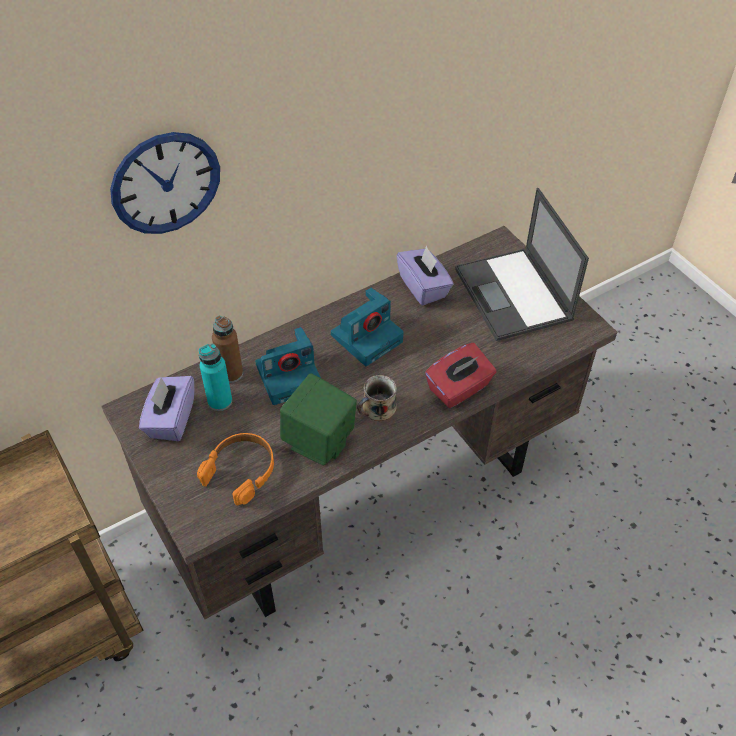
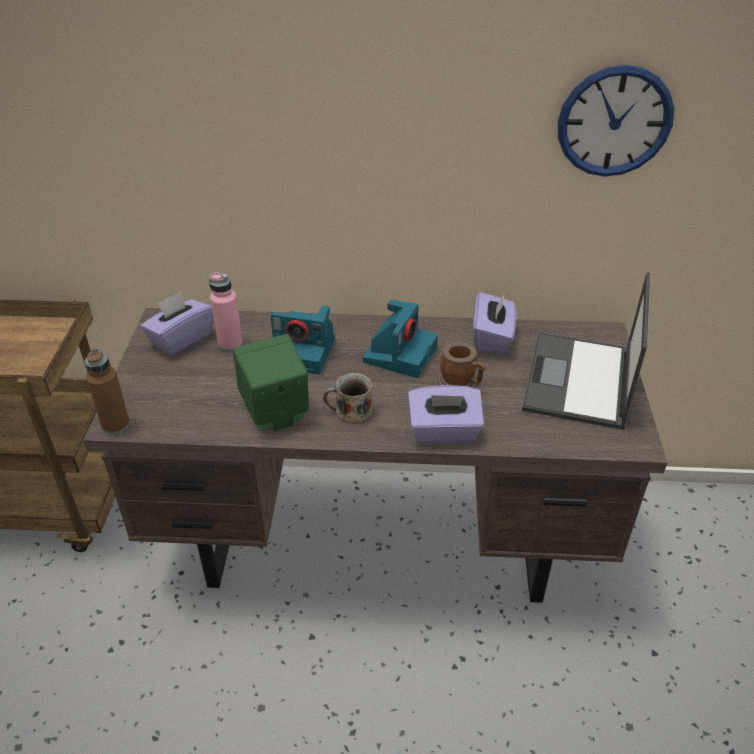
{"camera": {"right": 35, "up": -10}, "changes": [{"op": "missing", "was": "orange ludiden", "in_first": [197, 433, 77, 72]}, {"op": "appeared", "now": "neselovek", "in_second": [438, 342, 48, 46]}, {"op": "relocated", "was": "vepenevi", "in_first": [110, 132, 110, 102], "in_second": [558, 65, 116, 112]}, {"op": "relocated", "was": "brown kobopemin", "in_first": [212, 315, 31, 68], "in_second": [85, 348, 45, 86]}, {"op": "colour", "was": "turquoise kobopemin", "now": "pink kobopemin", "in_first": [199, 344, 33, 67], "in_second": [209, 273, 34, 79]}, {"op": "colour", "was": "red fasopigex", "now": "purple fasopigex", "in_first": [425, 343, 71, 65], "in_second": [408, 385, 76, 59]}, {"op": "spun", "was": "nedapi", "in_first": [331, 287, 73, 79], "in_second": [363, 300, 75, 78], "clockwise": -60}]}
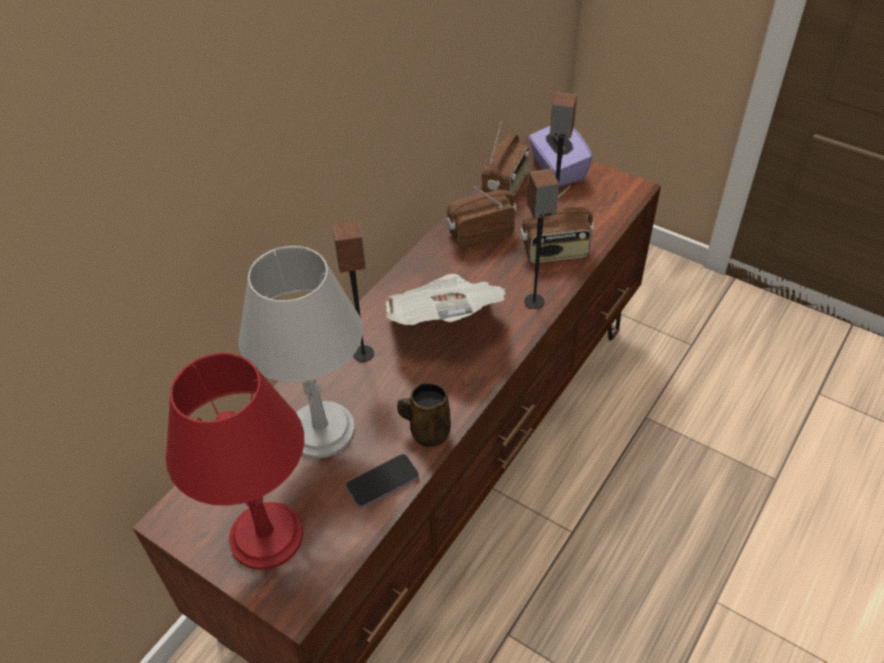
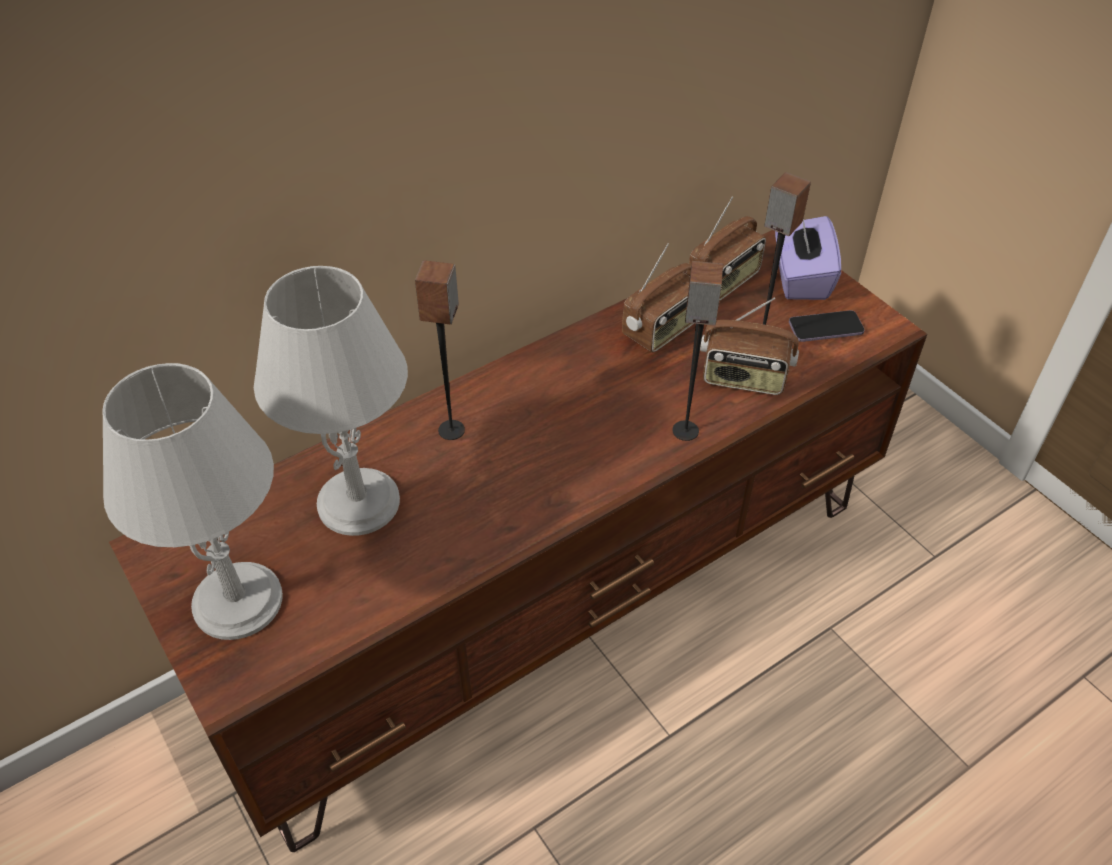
{"camera": {"right": 20, "up": 0}, "changes": [{"op": "missing", "was": "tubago", "in_first": [386, 274, 120, 51]}, {"op": "missing", "was": "brown neselovek", "in_first": [397, 383, 54, 64]}, {"op": "relocated", "was": "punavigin", "in_first": [346, 454, 73, 54], "in_second": [789, 310, 76, 32]}, {"op": "colour", "was": "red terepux", "now": "grey terepux", "in_first": [166, 353, 138, 217], "in_second": [102, 363, 181, 277]}, {"op": "spun", "was": "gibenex", "in_first": [446, 186, 71, 63], "in_second": [622, 243, 72, 110], "clockwise": 135}]}
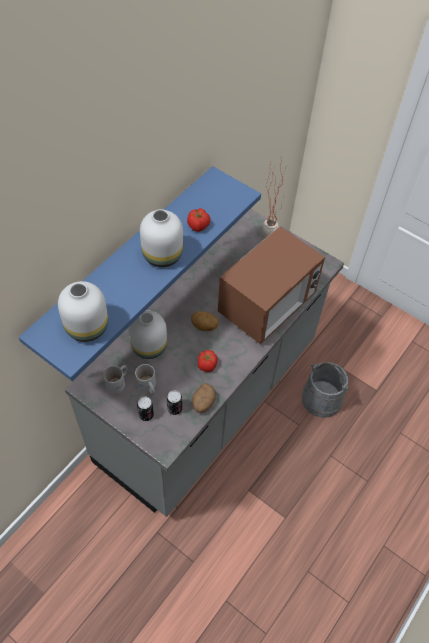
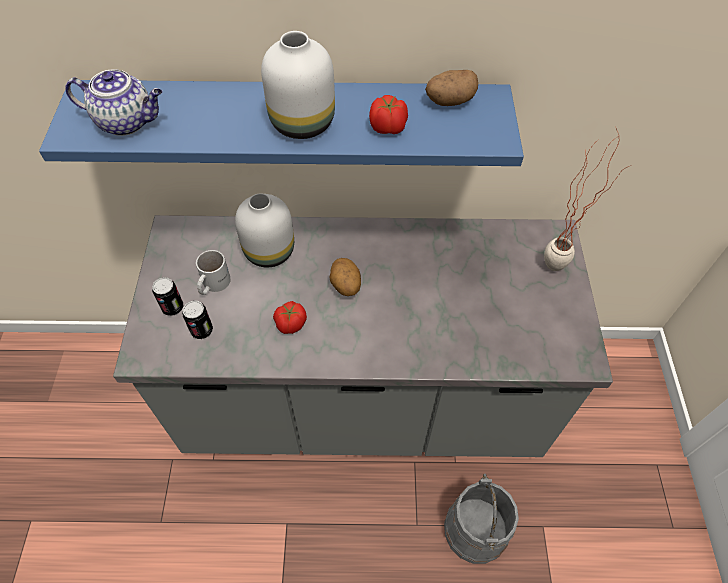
{"camera": {"right": 55, "up": 0}, "changes": [{"op": "missing", "was": "white neselovek", "in_first": [103, 365, 24, 29]}, {"op": "missing", "was": "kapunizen", "in_first": [218, 226, 107, 118]}, {"op": "relocated", "was": "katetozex", "in_first": [192, 383, 24, 30], "in_second": [425, 70, 53, 36]}, {"op": "exchanged", "was": "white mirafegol", "now": "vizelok", "in_first": [58, 281, 50, 61], "in_second": [65, 69, 98, 67]}]}
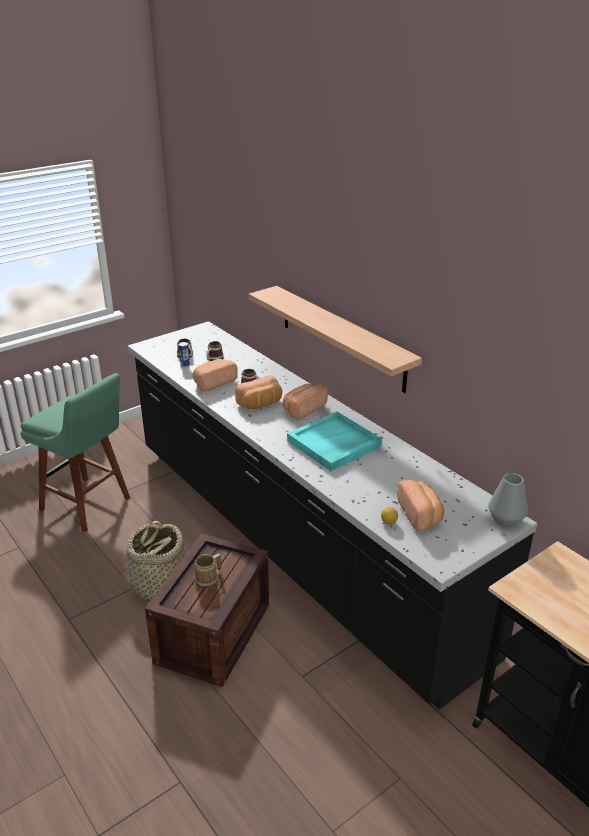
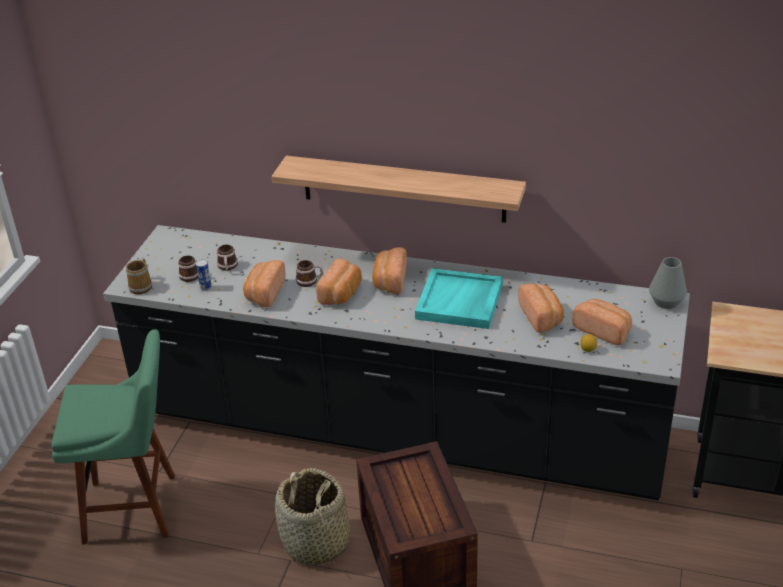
{"camera": {"right": -35, "up": 5}, "changes": [{"op": "appeared", "now": "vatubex", "in_second": [518, 283, 46, 50]}, {"op": "relocated", "was": "neselovek", "in_first": [195, 553, 27, 35], "in_second": [126, 257, 26, 37]}]}
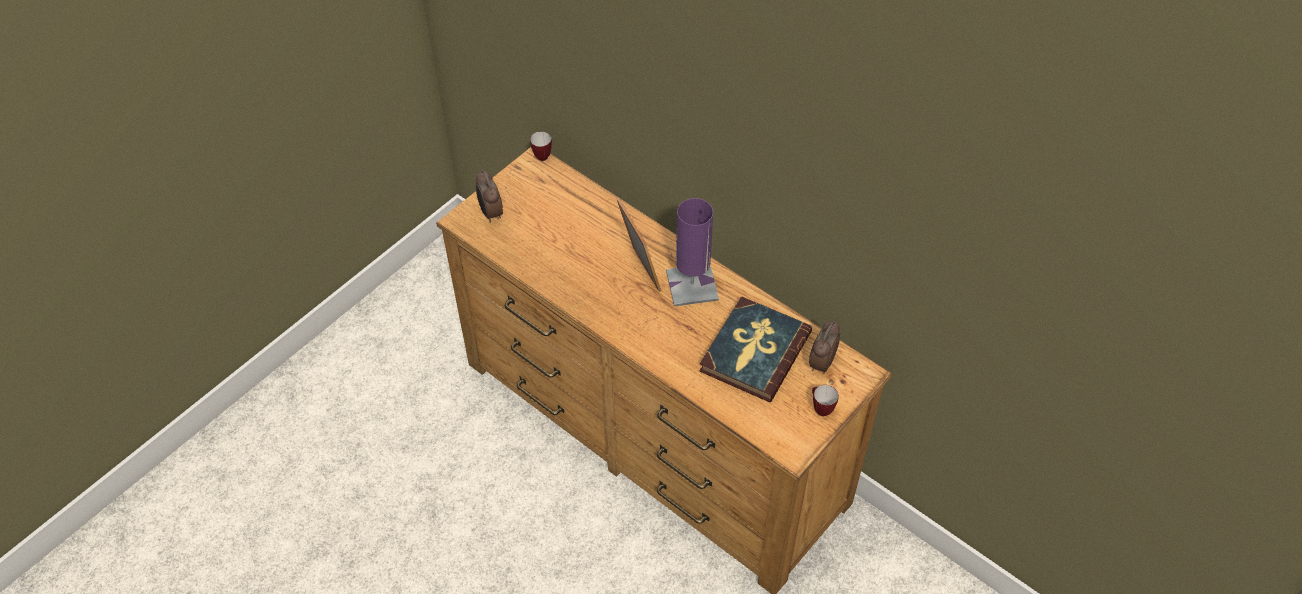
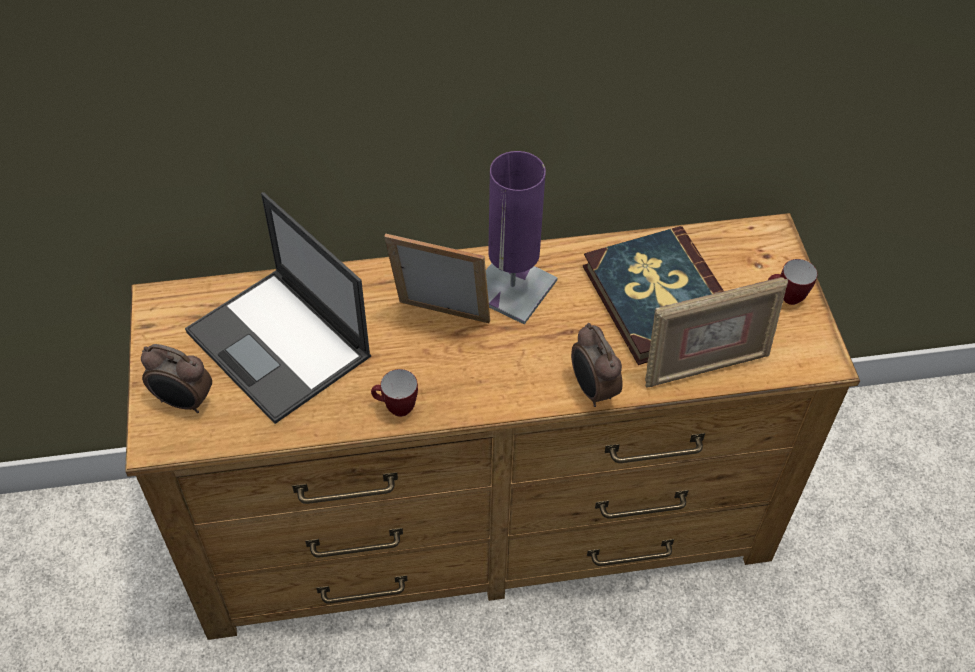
{"camera": {"right": -50, "up": 0}, "changes": [{"op": "appeared", "now": "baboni", "in_second": [185, 192, 187, 232]}, {"op": "appeared", "now": "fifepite", "in_second": [645, 277, 143, 111]}, {"op": "relocated", "was": "neselovek", "in_first": [530, 131, 22, 30], "in_second": [371, 369, 47, 48]}, {"op": "relocated", "was": "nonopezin", "in_first": [809, 320, 31, 54], "in_second": [571, 323, 52, 84]}]}
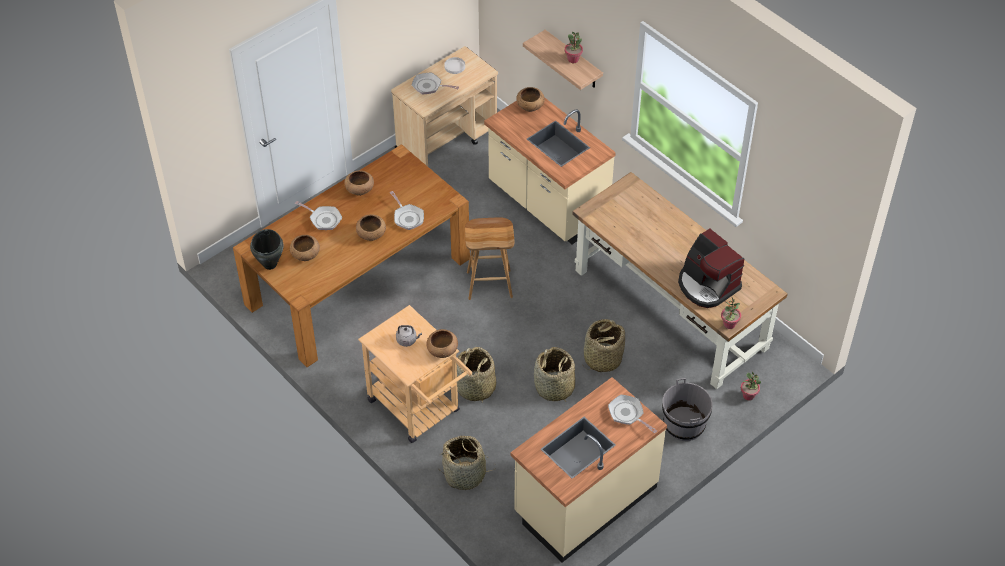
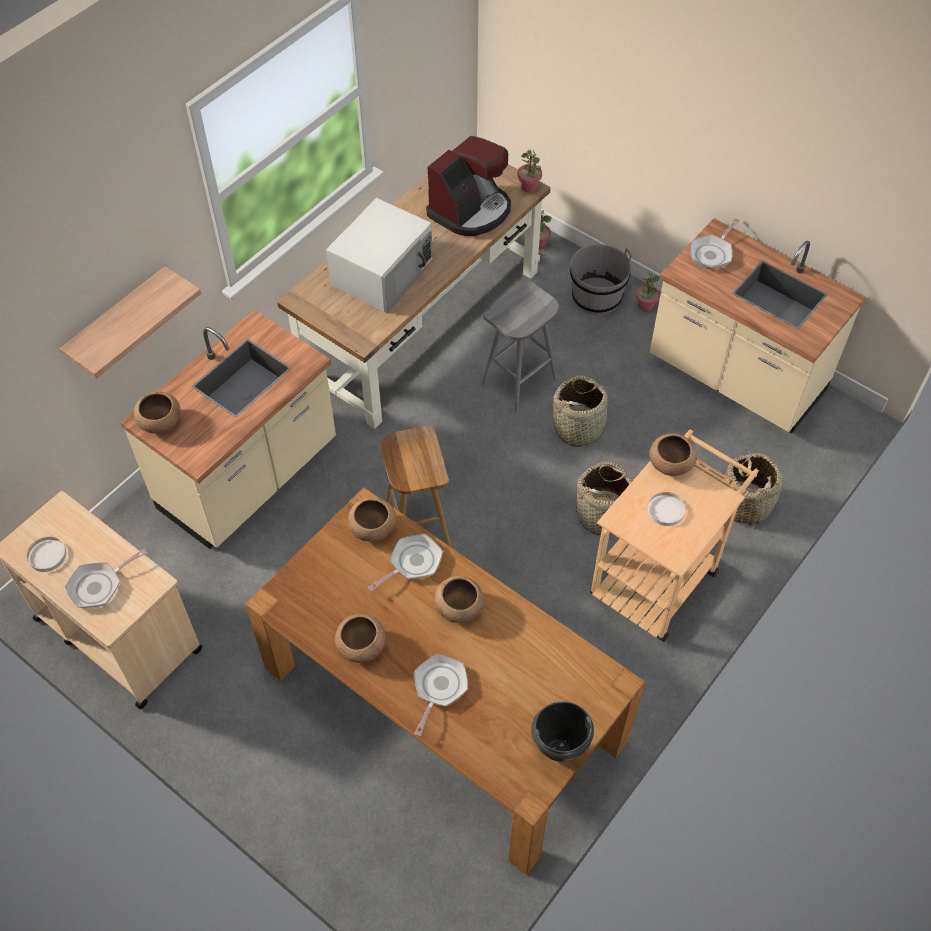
{"camera": {"right": -100, "up": 5}, "changes": [{"op": "appeared", "now": "white kapunizen", "in_second": [326, 198, 107, 115]}, {"op": "relocated", "was": "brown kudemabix", "in_first": [290, 235, 30, 26], "in_second": [348, 497, 48, 45]}, {"op": "relocated", "was": "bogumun", "in_first": [565, 32, 18, 31], "in_second": [636, 273, 24, 39]}, {"op": "exchanged", "was": "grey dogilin", "now": "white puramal", "in_first": [396, 325, 26, 22], "in_second": [648, 492, 37, 34]}, {"op": "exchanged", "was": "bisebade", "now": "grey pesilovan", "in_first": [582, 319, 43, 53], "in_second": [481, 281, 78, 132]}, {"op": "spun", "was": "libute", "in_first": [412, 72, 47, 23], "in_second": [65, 548, 82, 60], "clockwise": 45}]}
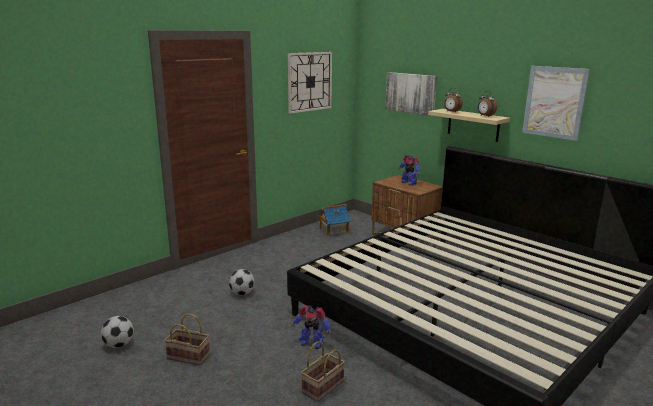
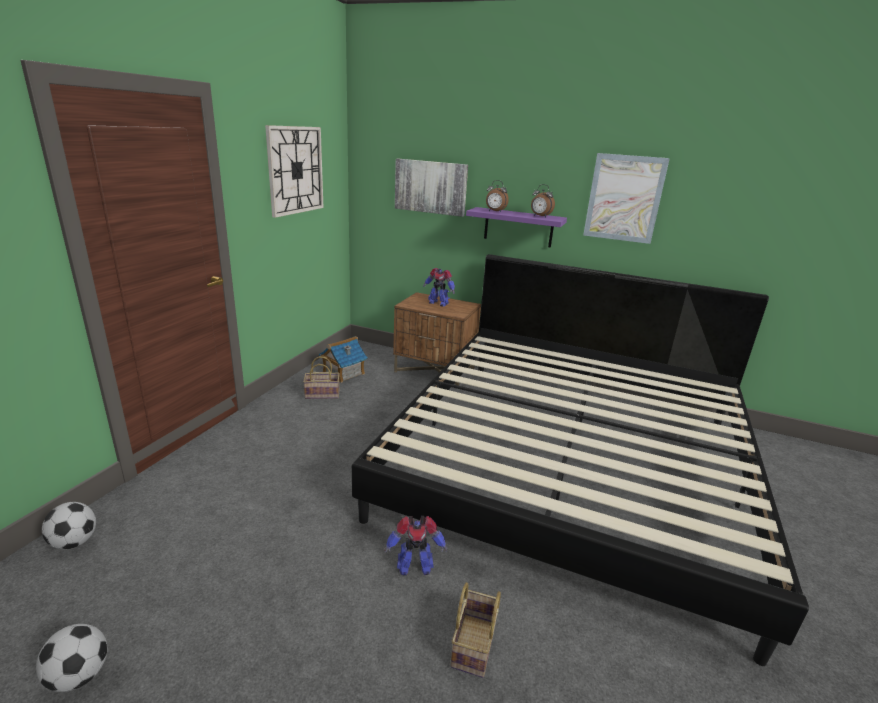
{"camera": {"right": -25, "up": 5}, "changes": [{"op": "relocated", "was": "bisebade", "in_first": [164, 313, 46, 53], "in_second": [303, 356, 37, 43]}, {"op": "relocated", "was": "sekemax", "in_first": [229, 269, 26, 26], "in_second": [42, 502, 54, 47]}, {"op": "colour", "was": "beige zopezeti", "now": "purple zopezeti", "in_first": [428, 109, 82, 33], "in_second": [466, 207, 101, 41]}]}
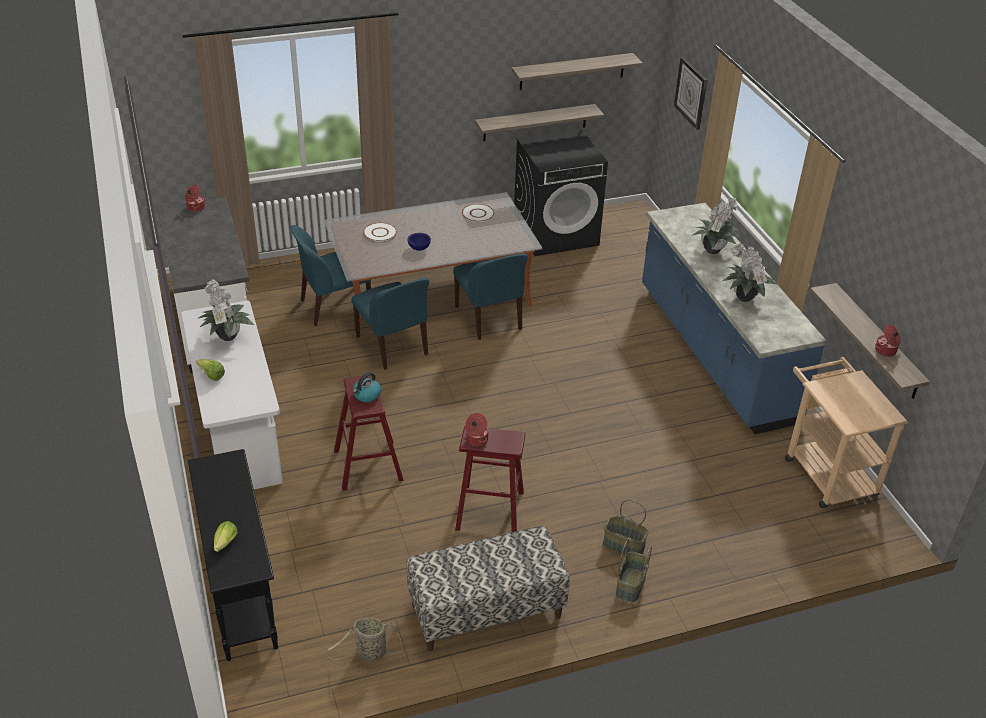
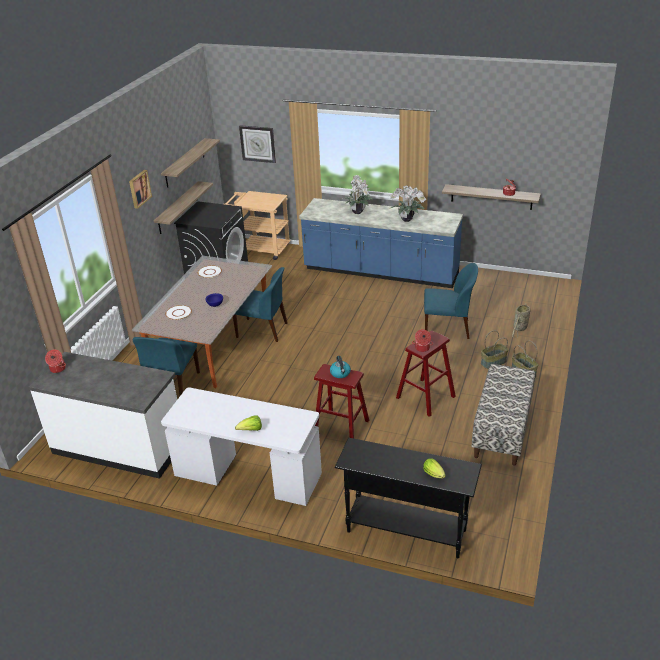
{"camera": {"right": -50, "up": -5}, "changes": [{"op": "missing", "was": "bogumun", "in_first": [197, 279, 57, 62]}, {"op": "appeared", "now": "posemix", "in_second": [129, 170, 23, 39]}, {"op": "relocated", "was": "bisebade", "in_first": [326, 618, 76, 43], "in_second": [512, 303, 18, 35]}, {"op": "relocated", "was": "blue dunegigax", "in_first": [352, 277, 77, 93], "in_second": [424, 263, 54, 76]}, {"op": "relocated", "was": "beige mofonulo", "in_first": [785, 357, 123, 151], "in_second": [225, 191, 65, 69]}]}
